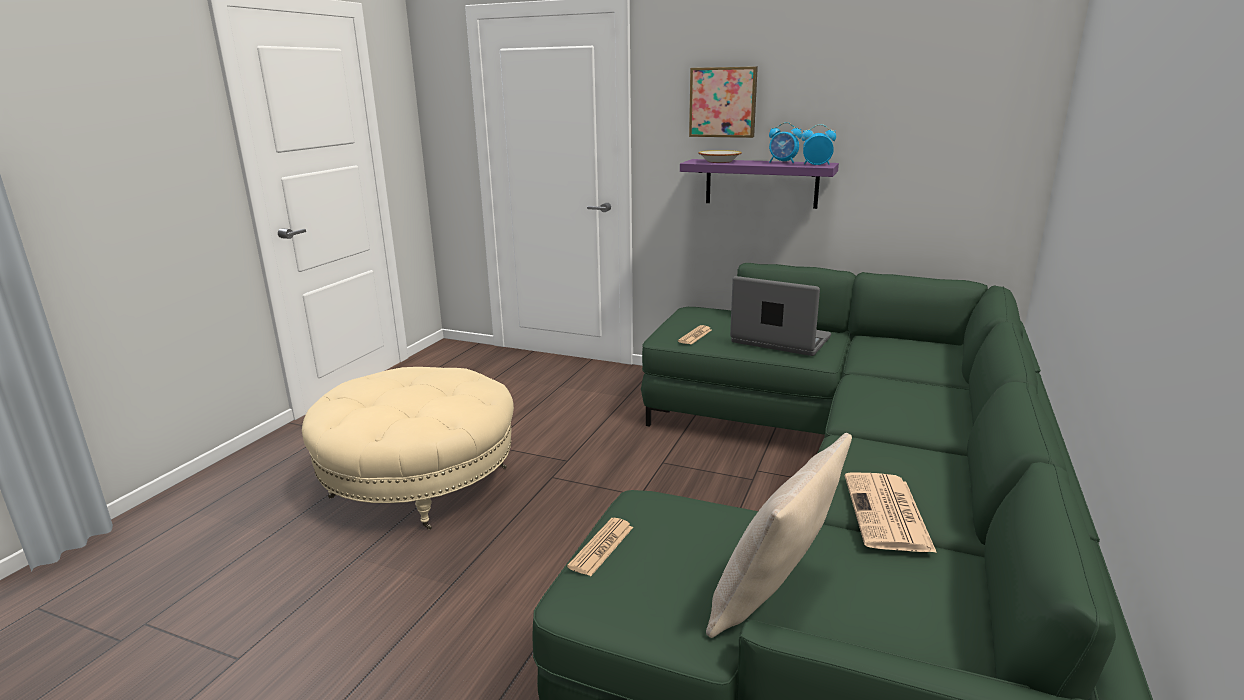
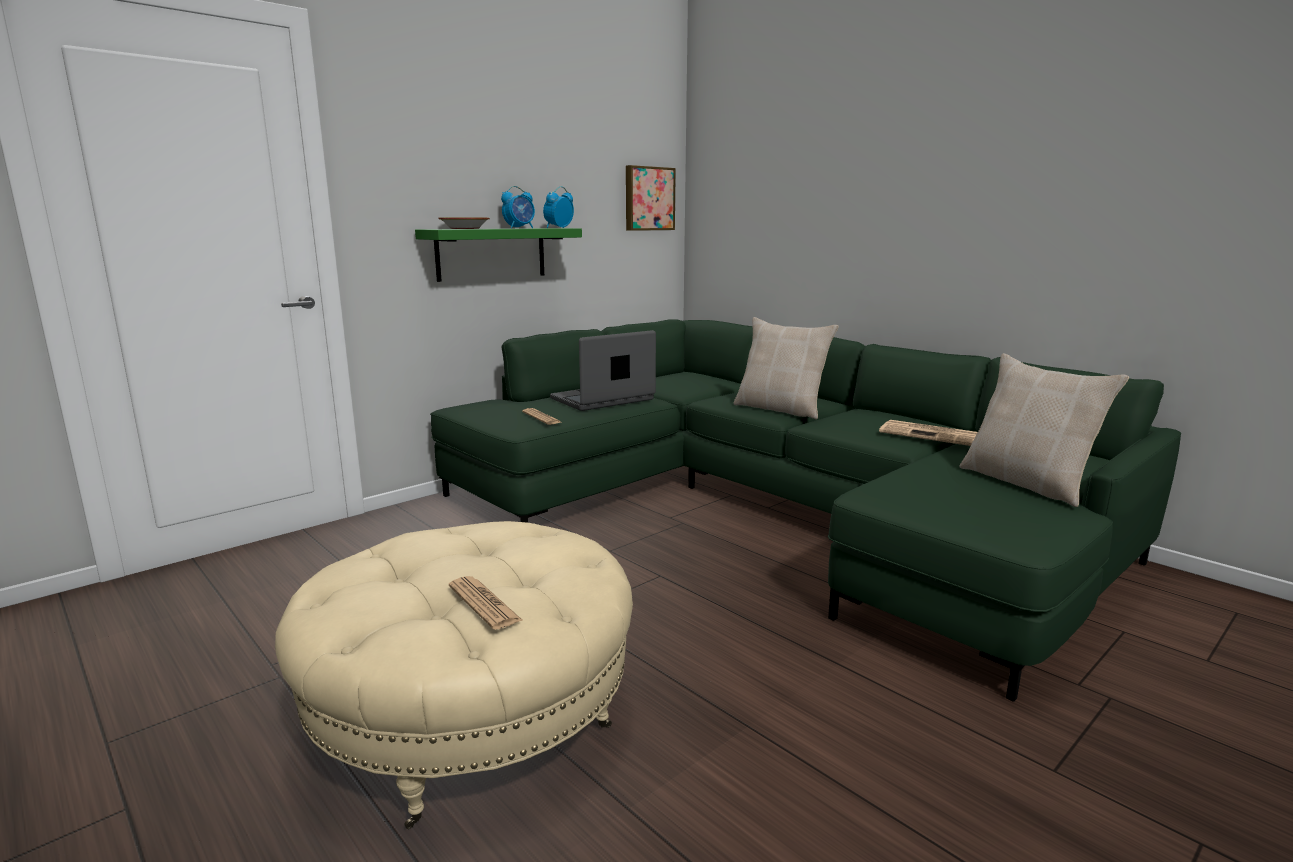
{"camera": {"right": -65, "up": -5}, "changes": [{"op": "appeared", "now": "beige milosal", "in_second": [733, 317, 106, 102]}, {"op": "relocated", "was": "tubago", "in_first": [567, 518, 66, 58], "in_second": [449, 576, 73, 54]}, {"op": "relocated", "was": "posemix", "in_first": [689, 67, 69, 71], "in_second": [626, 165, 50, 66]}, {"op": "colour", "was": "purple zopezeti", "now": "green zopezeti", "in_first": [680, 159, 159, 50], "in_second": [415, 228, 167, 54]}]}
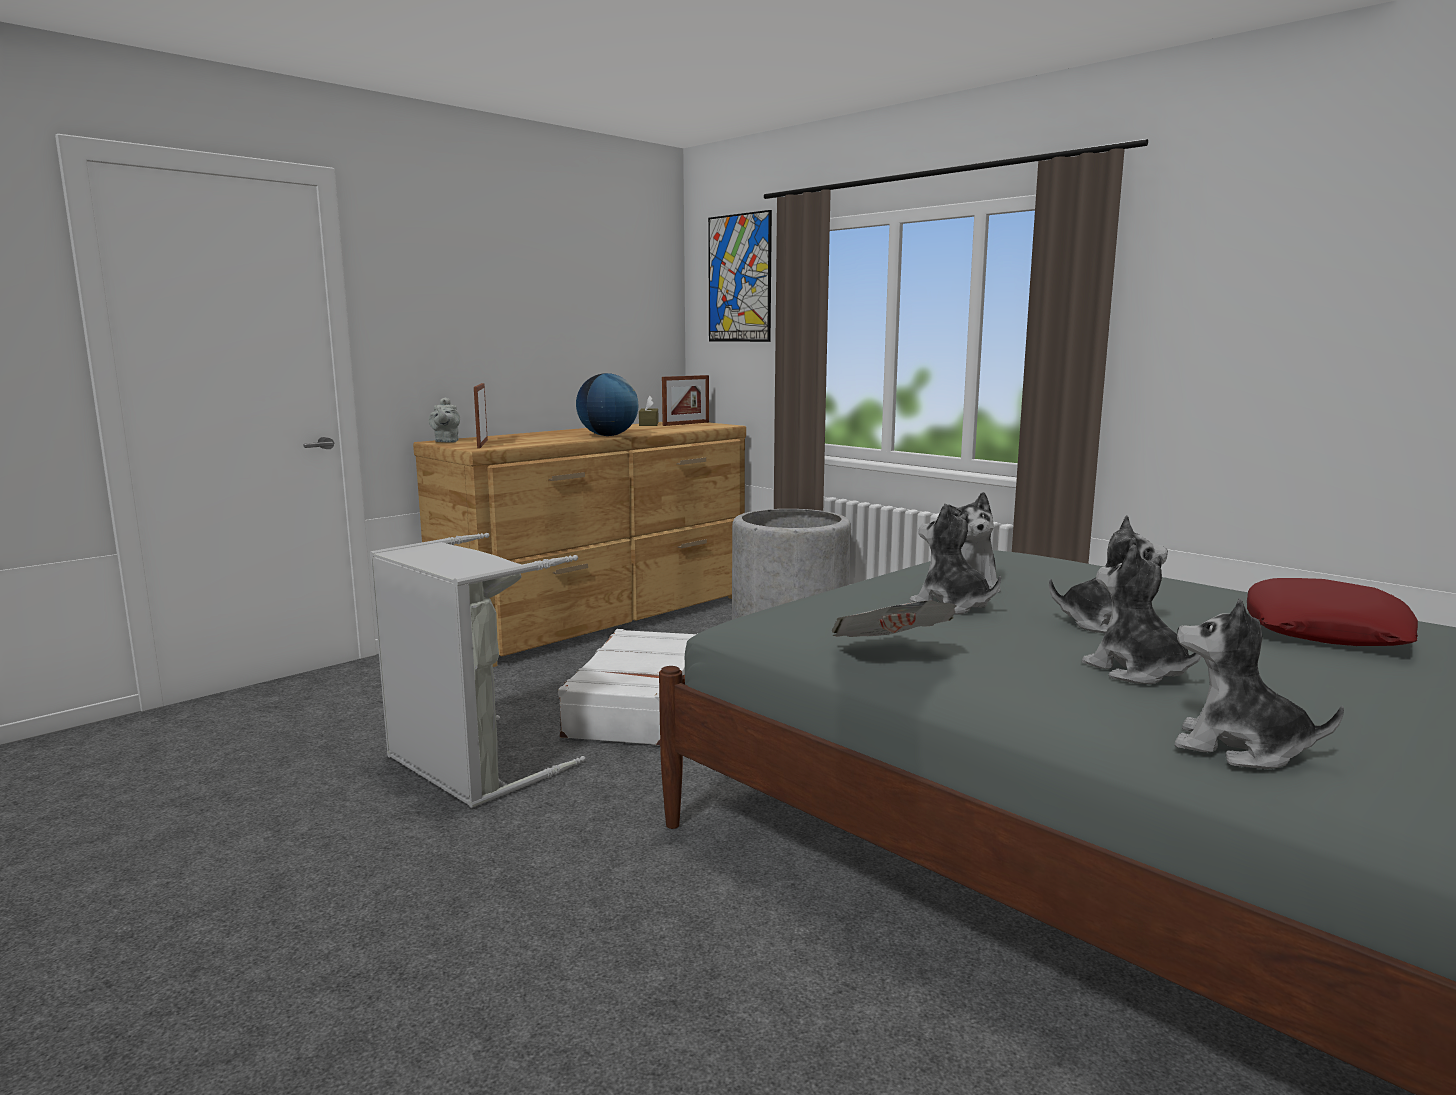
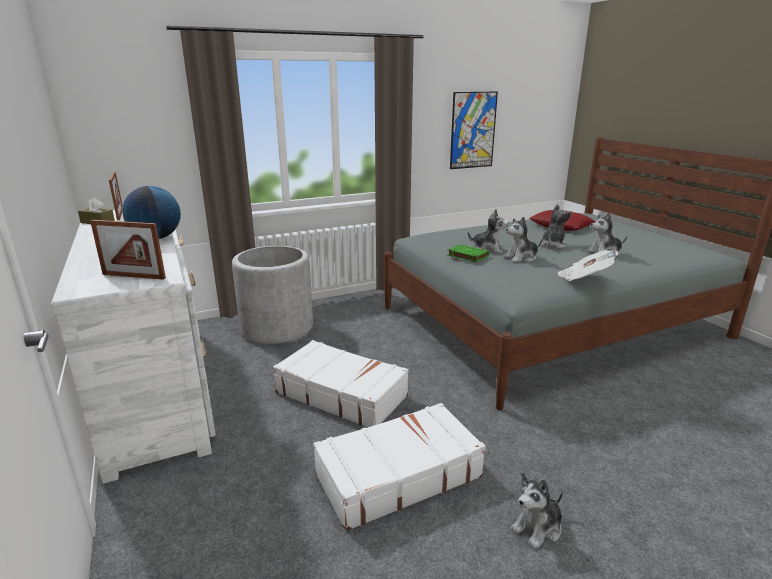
{"camera": {"right": -70, "up": 10}, "changes": [{"op": "missing", "was": "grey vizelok", "in_first": [429, 397, 31, 46]}, {"op": "appeared", "now": "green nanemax", "in_second": [447, 244, 42, 19]}, {"op": "relocated", "was": "posemix", "in_first": [708, 210, 64, 132], "in_second": [450, 91, 48, 78]}, {"op": "relocated", "was": "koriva", "in_first": [1174, 598, 170, 171], "in_second": [511, 472, 52, 77]}, {"op": "exchanged", "was": "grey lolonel", "now": "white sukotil", "in_first": [370, 533, 215, 275], "in_second": [313, 403, 173, 128]}, {"op": "colour", "was": "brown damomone", "now": "white damomone", "in_first": [413, 422, 333, 245], "in_second": [51, 210, 165, 274]}]}
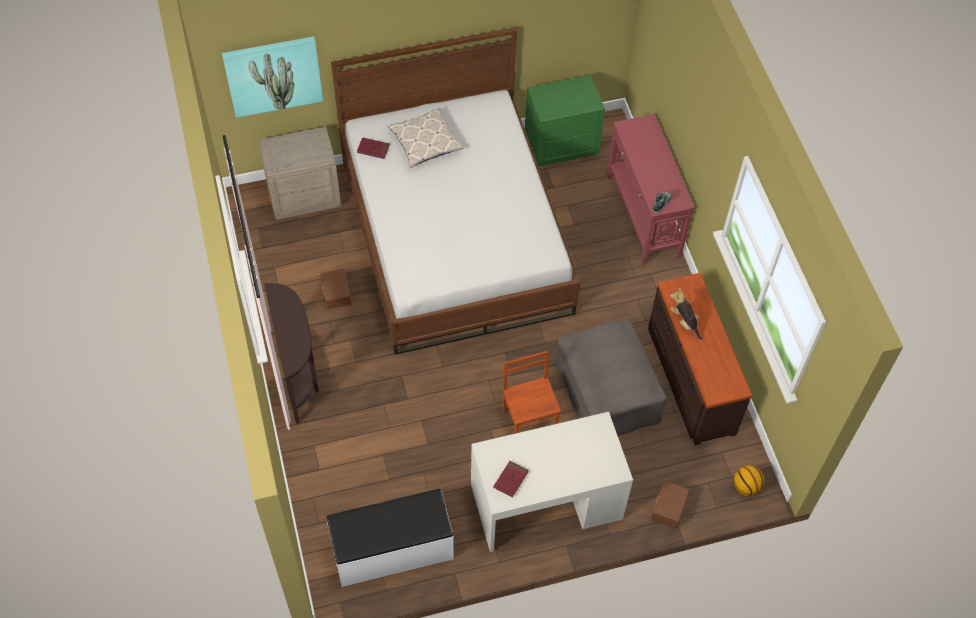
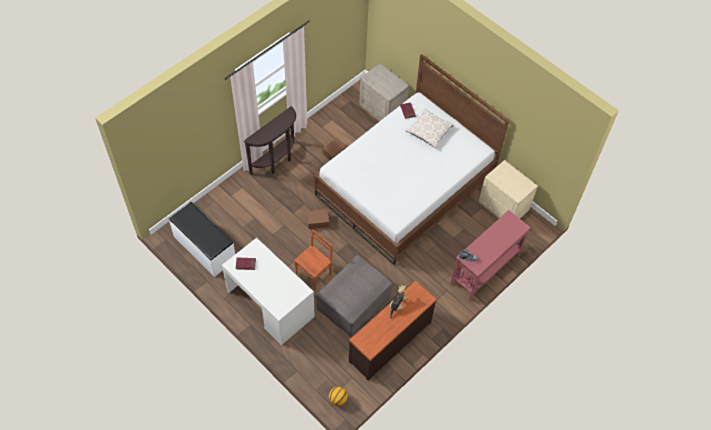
{"camera": {"right": 60, "up": 0}, "changes": [{"op": "missing", "was": "posemix", "in_first": [222, 36, 101, 82]}, {"op": "relocated", "was": "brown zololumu", "in_first": [651, 481, 39, 47], "in_second": [307, 209, 22, 20]}, {"op": "colour", "was": "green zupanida", "now": "beige zupanida", "in_first": [525, 75, 80, 91], "in_second": [479, 160, 59, 58]}]}
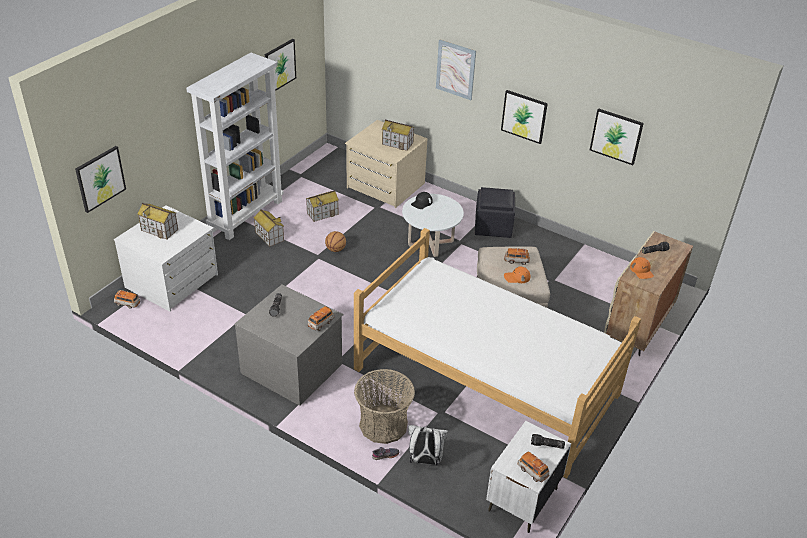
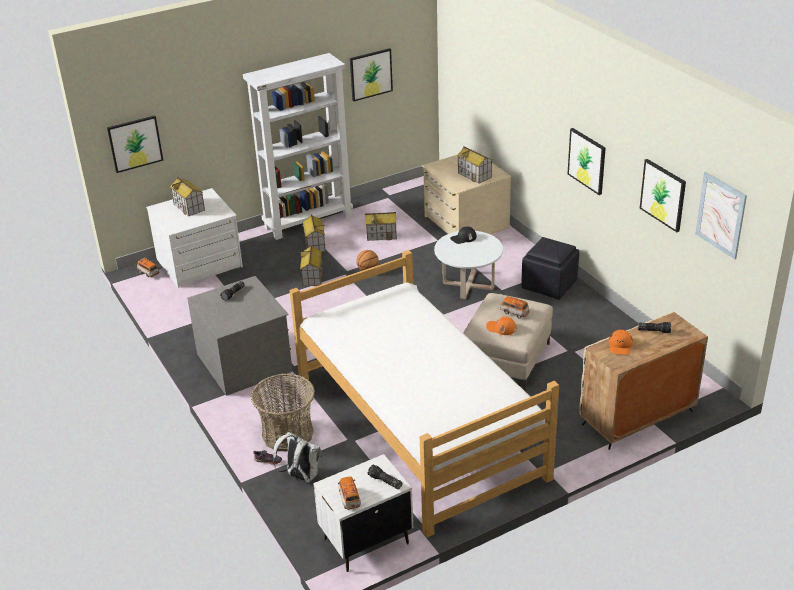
{"camera": {"right": 30, "up": -5}, "changes": [{"op": "missing", "was": "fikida", "in_first": [308, 306, 26, 25]}, {"op": "appeared", "now": "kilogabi", "in_second": [300, 245, 23, 41]}, {"op": "relocated", "was": "posemix", "in_first": [436, 39, 40, 61], "in_second": [695, 172, 52, 87]}]}
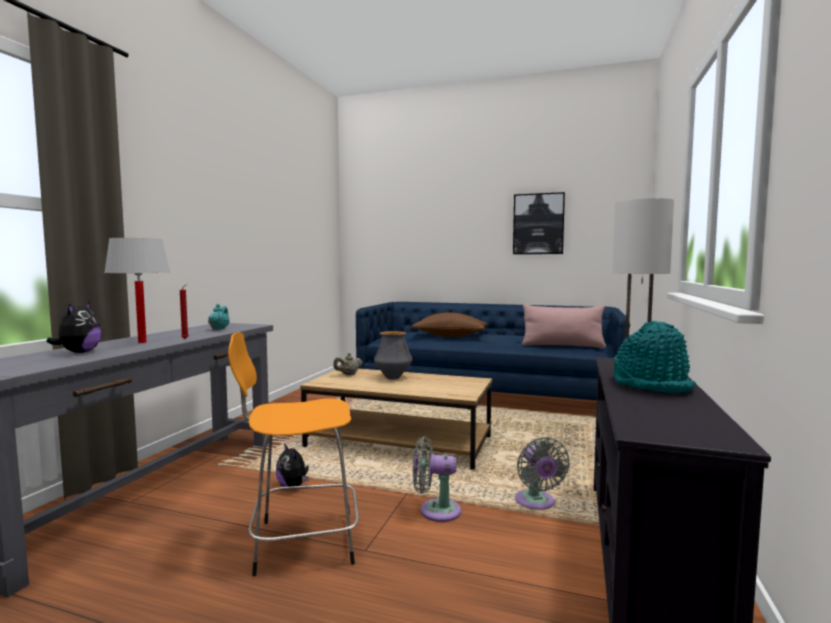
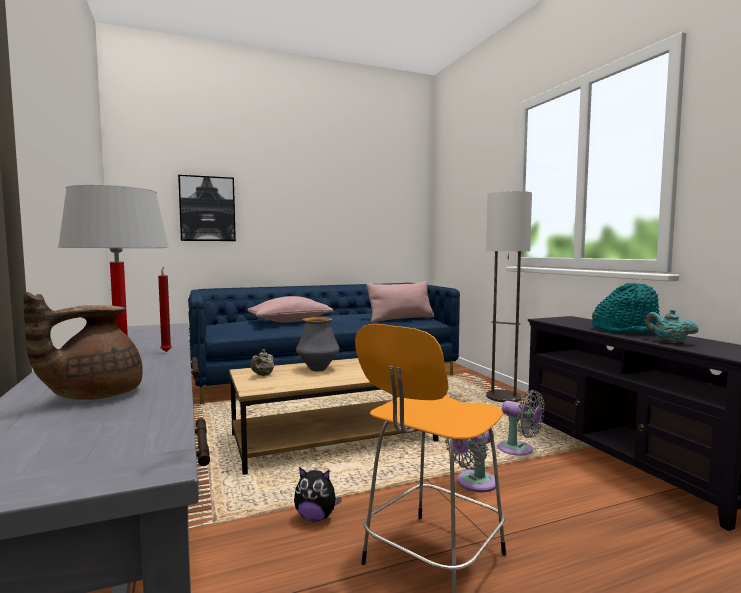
{"camera": {"right": -40, "up": 0}, "changes": [{"op": "relocated", "was": "turquoise vizelok", "in_first": [208, 304, 22, 26], "in_second": [645, 309, 54, 34]}, {"op": "relocated", "was": "posemix", "in_first": [513, 192, 52, 62], "in_second": [178, 175, 58, 66]}, {"op": "exchanged", "was": "koriva", "now": "brown vizelok", "in_first": [46, 301, 56, 52], "in_second": [23, 292, 120, 108]}, {"op": "colour", "was": "brown milosal", "now": "pink milosal", "in_first": [411, 313, 77, 24], "in_second": [247, 296, 86, 26]}]}
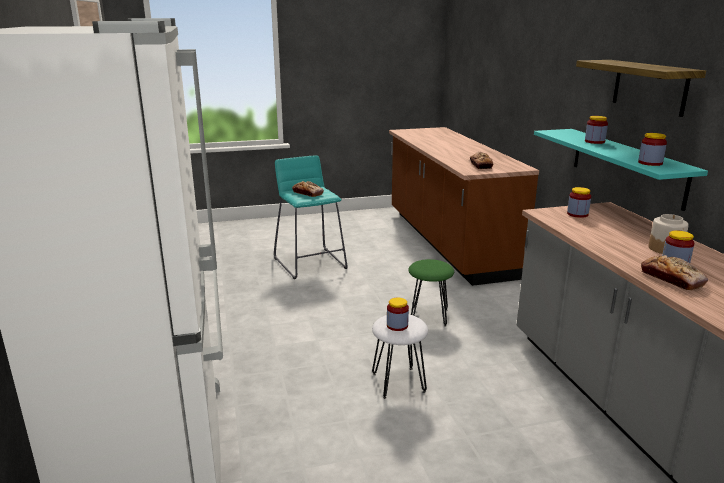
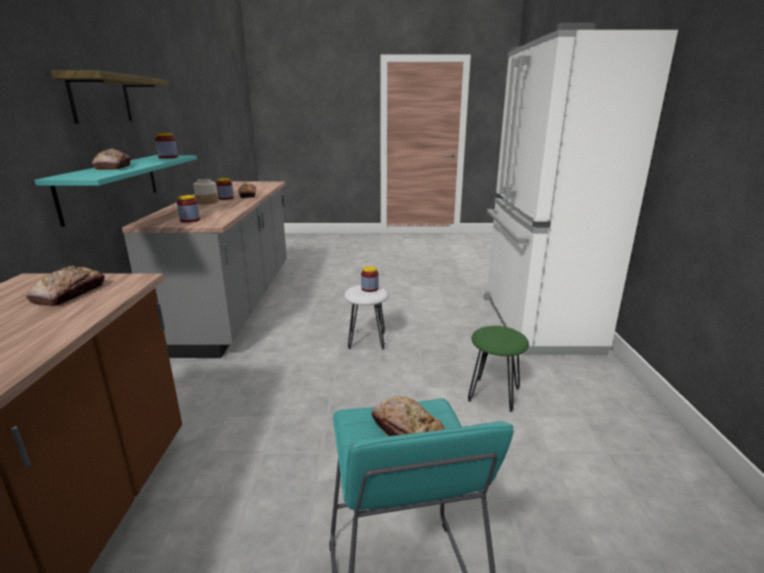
{"camera": {"right": -165, "up": 0}, "changes": [{"op": "relocated", "was": "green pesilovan", "in_first": [408, 259, 46, 68], "in_second": [468, 326, 61, 86]}, {"op": "exchanged", "was": "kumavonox", "now": "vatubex", "in_first": [585, 116, 23, 28], "in_second": [92, 149, 39, 21]}]}
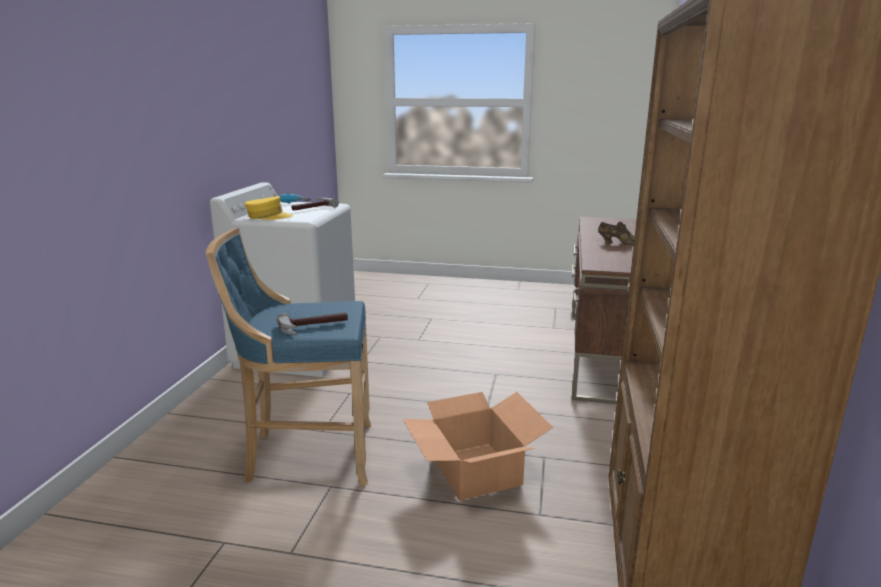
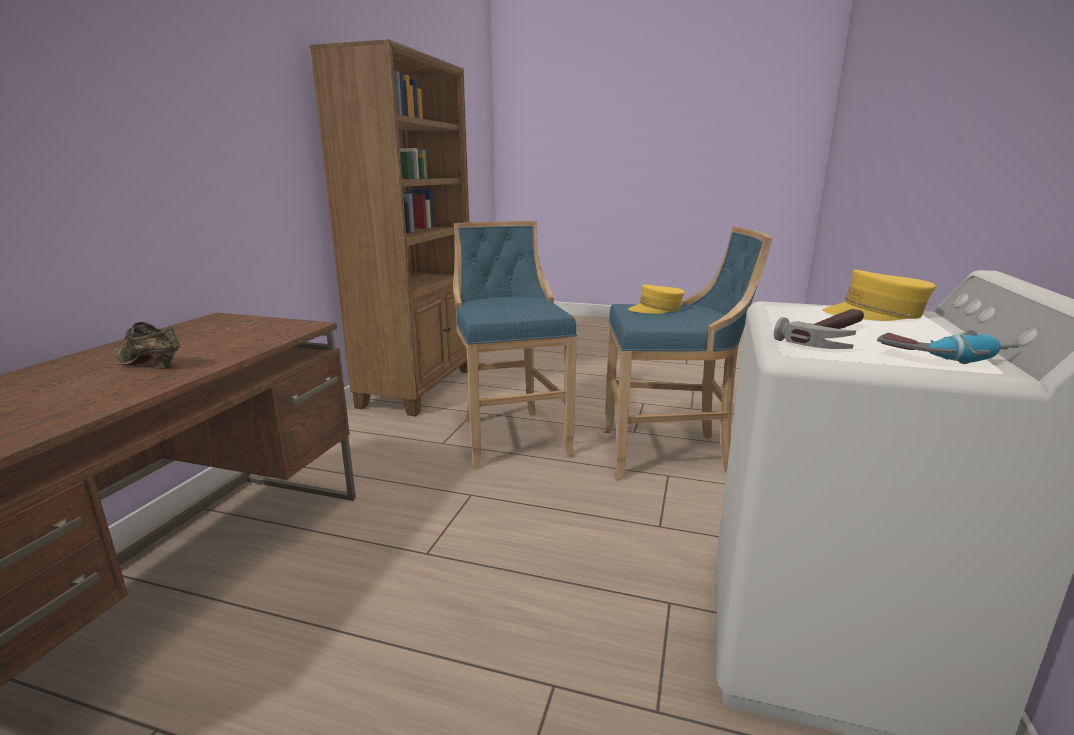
{"camera": {"right": -175, "up": 0}, "changes": [{"op": "exchanged", "was": "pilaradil", "now": "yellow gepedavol", "in_first": [277, 312, 71, 23], "in_second": [628, 284, 57, 30]}, {"op": "exchanged", "was": "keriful", "now": "blue pesilovan", "in_first": [403, 392, 150, 109], "in_second": [453, 221, 124, 248]}]}
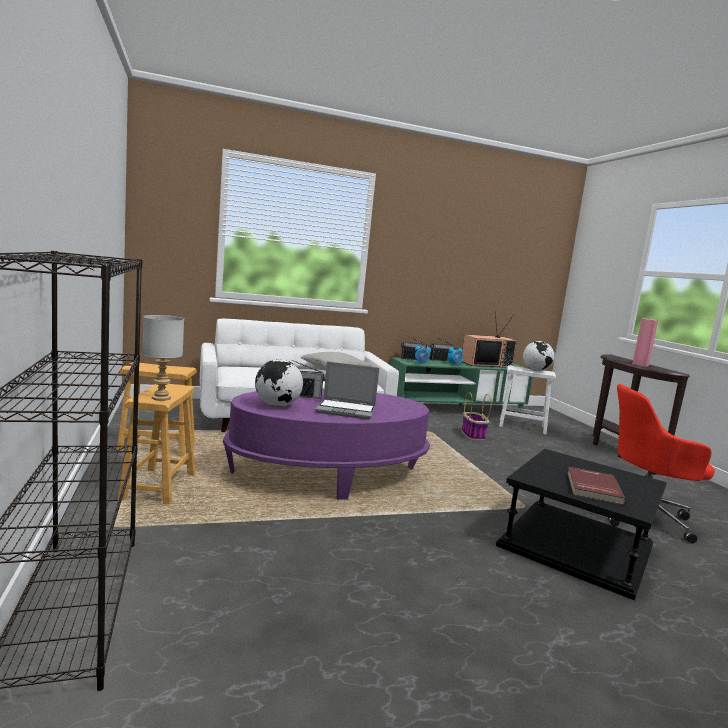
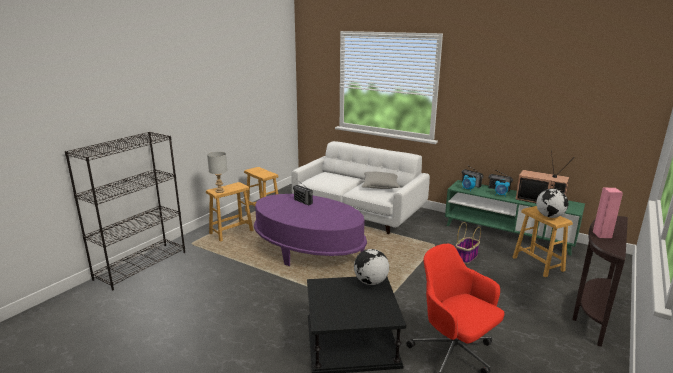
{"camera": {"right": 50, "up": 10}, "changes": [{"op": "missing", "was": "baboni", "in_first": [315, 361, 64, 59]}, {"op": "missing", "was": "red nanemax", "in_first": [567, 467, 59, 38]}, {"op": "relocated", "was": "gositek", "in_first": [255, 359, 48, 48], "in_second": [354, 249, 35, 36]}, {"op": "colour", "was": "white pesilovan", "now": "brown pesilovan", "in_first": [499, 365, 57, 69], "in_second": [512, 206, 61, 71]}]}
